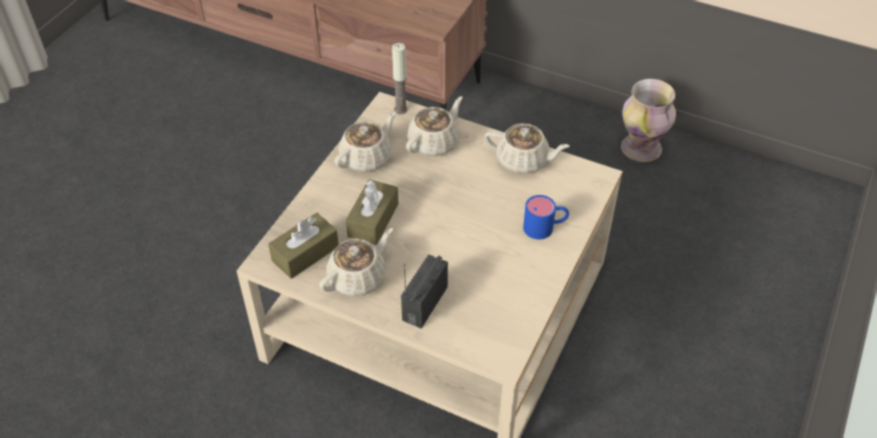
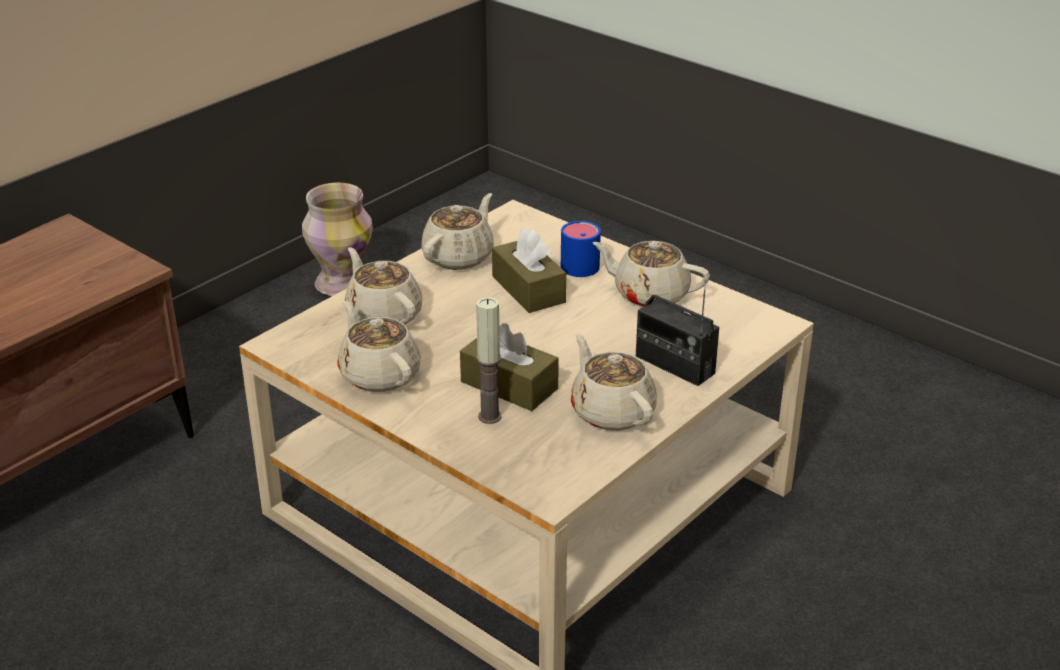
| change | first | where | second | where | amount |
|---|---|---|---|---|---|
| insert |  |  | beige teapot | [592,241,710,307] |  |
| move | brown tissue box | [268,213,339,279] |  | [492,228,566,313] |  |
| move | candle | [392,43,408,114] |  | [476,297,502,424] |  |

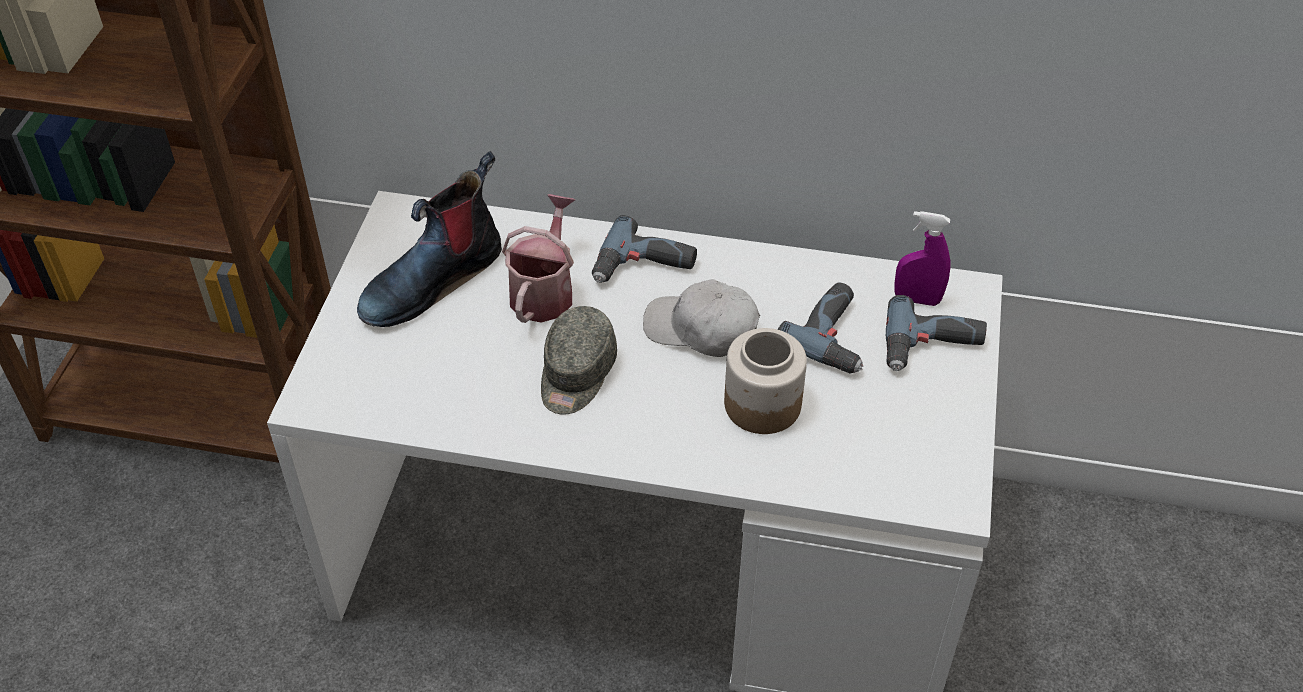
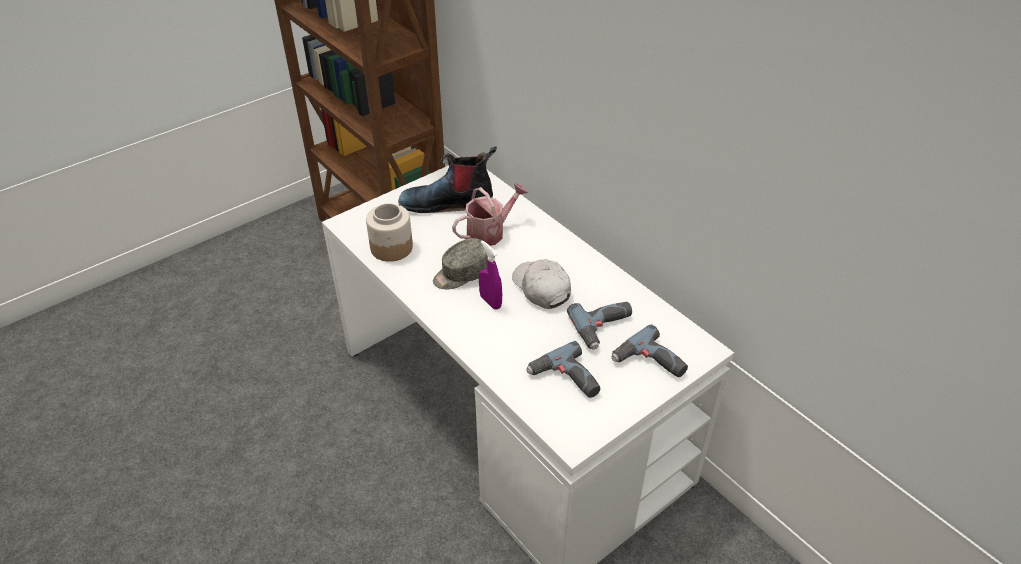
| change | first | where | second | where | amount |
|---|---|---|---|---|---|
| move | power drill | [592,215,697,283] |  | [526,341,600,398] |  |
| move | jar | [724,328,807,434] |  | [366,203,413,262] |  |
| move | purple spray bottle | [894,211,951,306] |  | [479,240,502,310] |  |

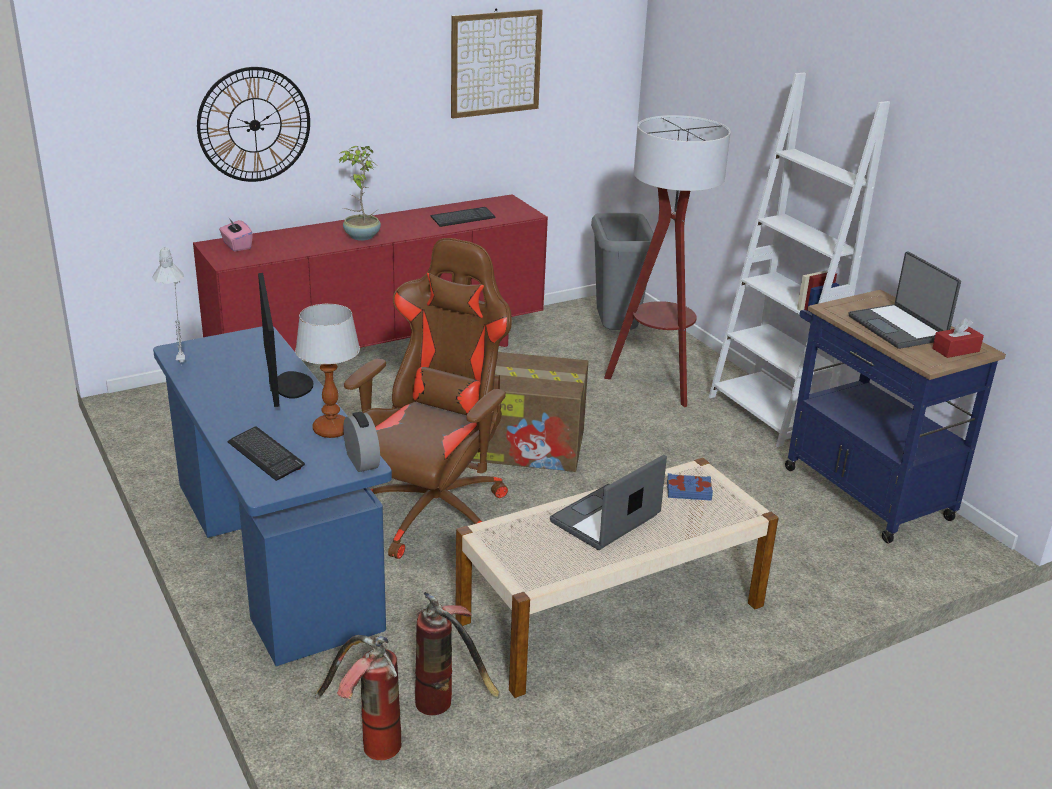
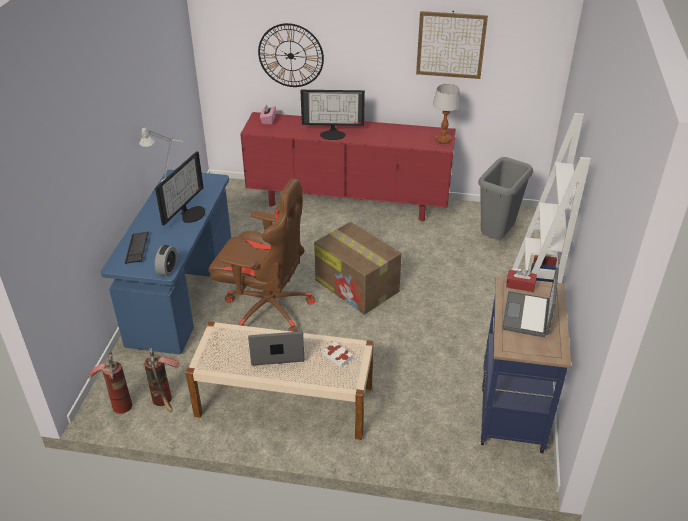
| change | first | where | second | where | amount |
|---|---|---|---|---|---|
| delete | keyboard | [431,207,496,227] |  |  |  |
| delete | floor lamp | [604,115,731,407] |  |  |  |
| move | table lamp | [295,304,360,438] |  | [433,84,461,144] |  |
| move | red tissue box | [932,318,984,358] |  | [506,268,537,292] |  |
| replace | potted plant | [339,146,381,241] | monitor | [301,90,365,140] |  |
| recolor | blue book | [667,473,713,501] | white book | [322,341,354,368] |  |
| rotate | brown office chair | [344,238,512,559] |  | [208,178,316,332] | 45 degrees clockwise |

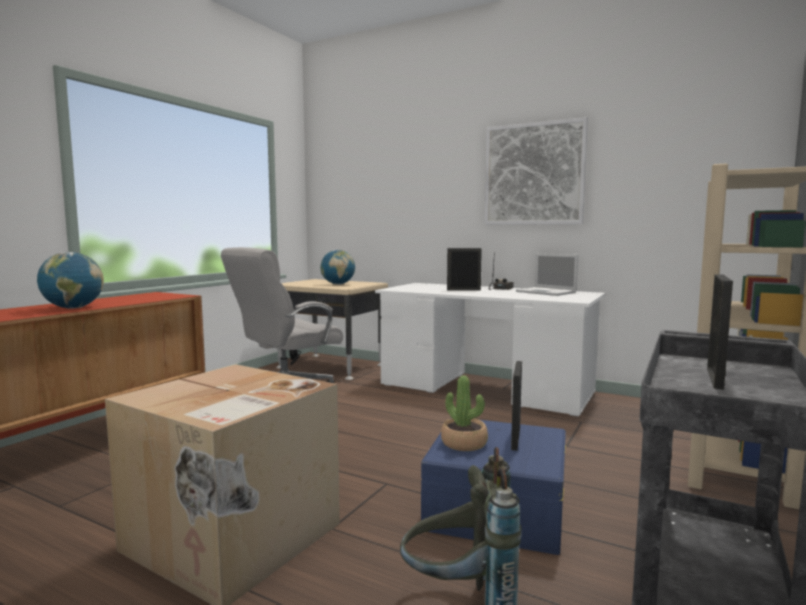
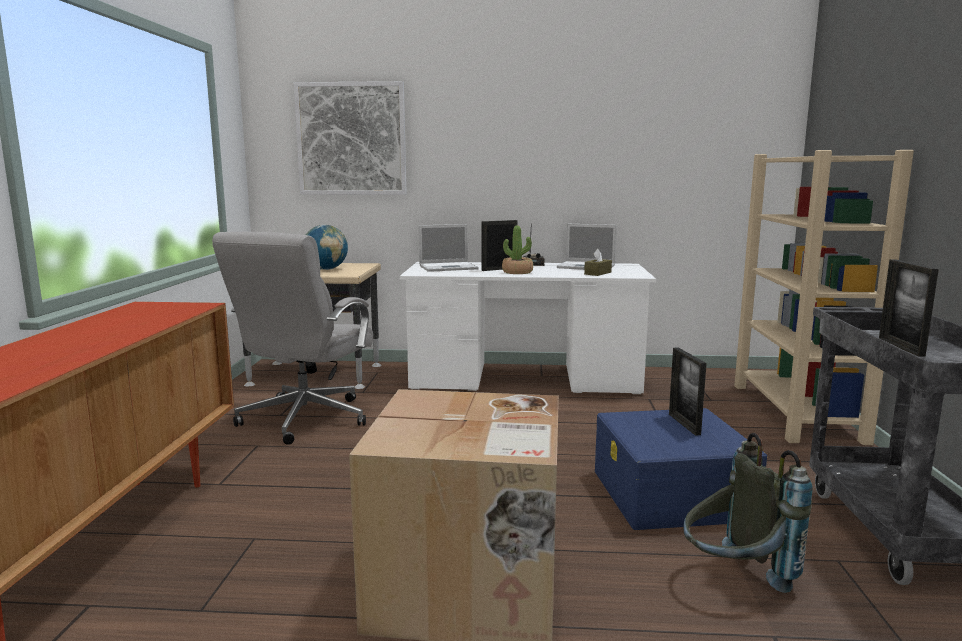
| change | first | where | second | where | amount |
|---|---|---|---|---|---|
| delete | globe | [37,252,104,309] |  |  |  |
| insert |  |  | laptop | [418,224,479,272] |  |
| insert |  |  | brown tissue box | [584,249,612,276] |  |
| move | potted plant | [441,375,488,451] |  | [502,226,533,274] |  |
| move | picture | [485,117,588,225] |  | [294,81,407,195] |  |

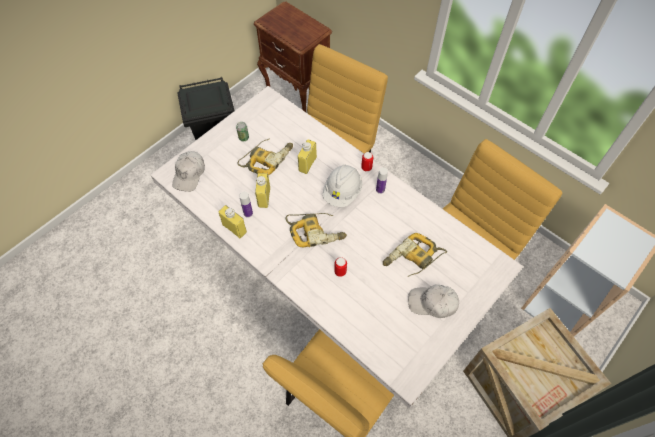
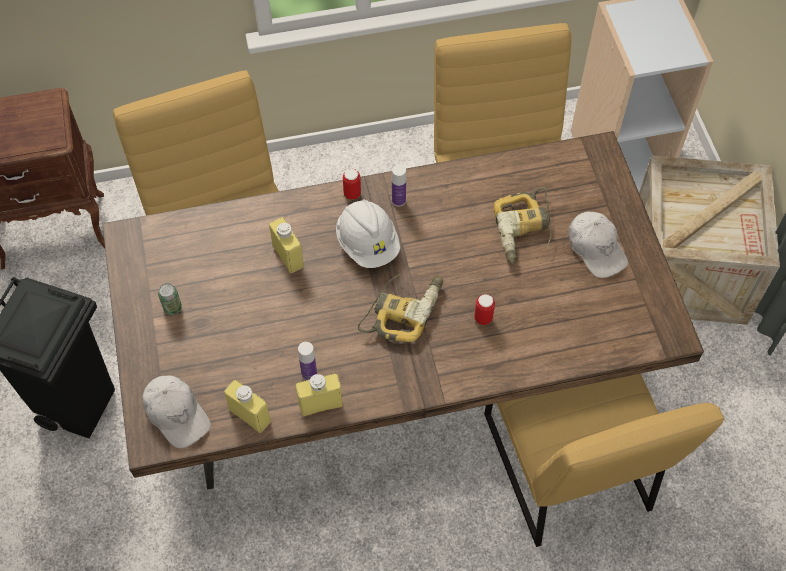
| change | first | where | second | where | amount |
|---|---|---|---|---|---|
| delete | power drill | [237,138,293,175] |  |  |  |
| move | yellow bottle | [255,173,270,208] |  | [224,380,271,433] |  |
| recolor | white dining table | [150,86,523,408] | brown dining table | [102,131,704,490] |  |
| rotate | white cap | [408,285,459,318] |  | [568,212,628,278] | 75 degrees counterclockwise |

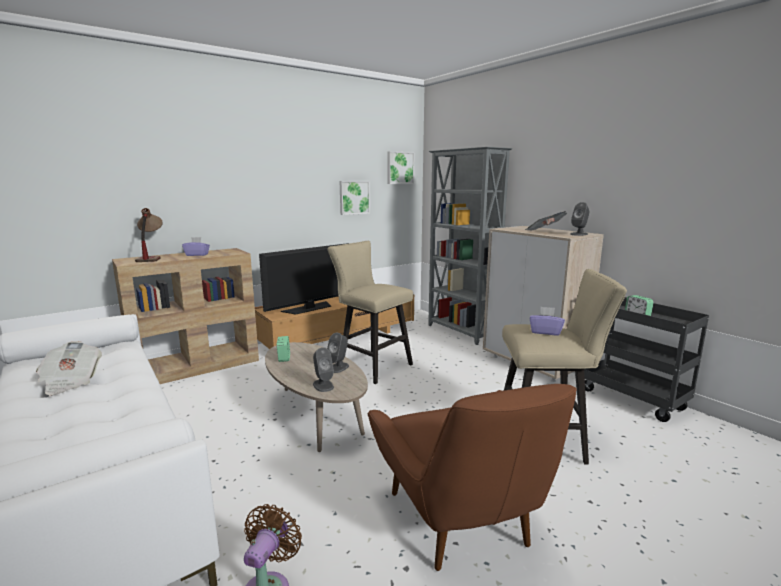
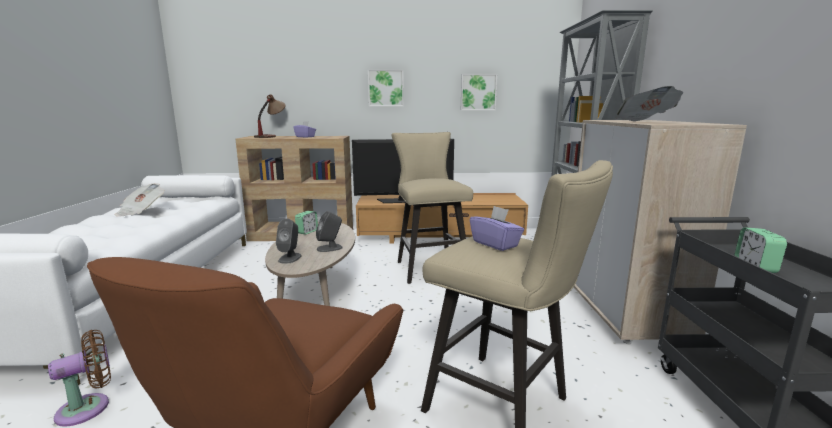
| change | first | where | second | where | amount |
|---|---|---|---|---|---|
| delete | grey speaker | [570,202,590,236] |  |  |  |
| move | picture | [388,151,415,184] |  | [368,69,404,106] |  |

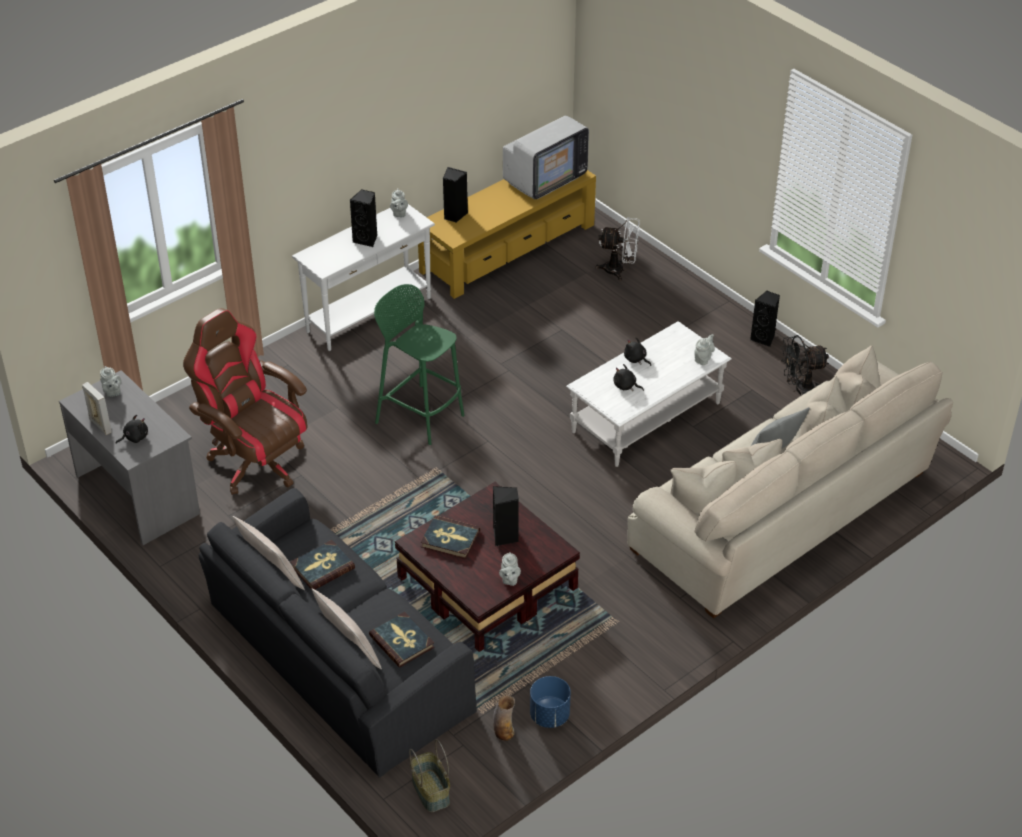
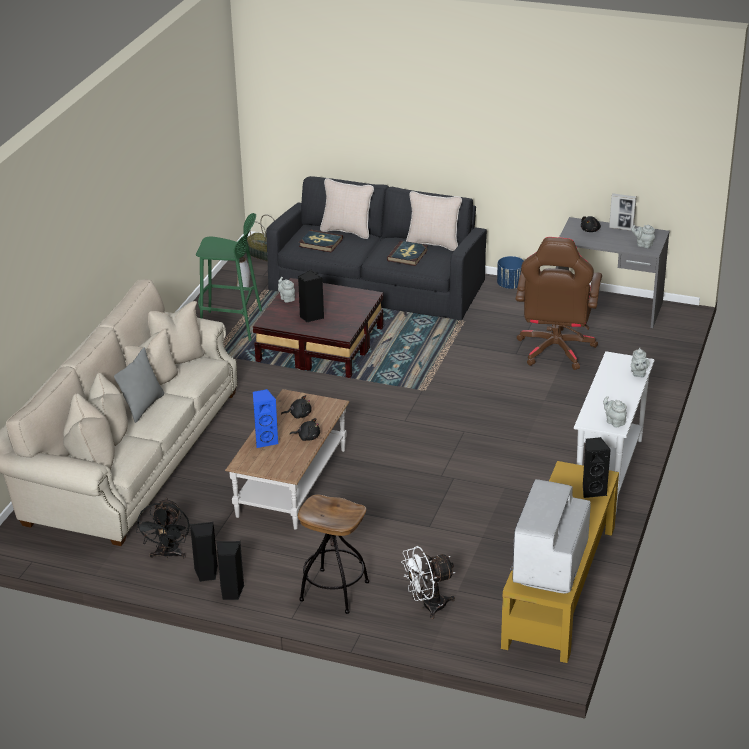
| change | first | where | second | where | amount |
|---|---|---|---|---|---|
| delete | book | [420,515,480,559] |  |  |  |
| insert |  |  | blue speaker | [253,389,279,448] |  |
| insert |  |  | brown stool | [298,495,369,614] |  |
| move | black speaker | [350,189,377,247] |  | [190,522,218,582] |  |
| move | green stool | [374,284,465,445] |  | [196,213,262,341] |  |
| move | blue planter | [530,676,571,728] |  | [497,256,524,289] |  |
| move | grey teapot | [694,334,715,365] |  | [631,348,650,377] |  |
| recolor | white coffee table | [566,321,732,467] | brown coffee table | [225,389,350,530] |  |
| rotate | brown office chair | [183,308,307,495] |  | [516,237,602,370] | 90 degrees clockwise |
| rotate | black fan | [781,335,829,396] |  | [136,498,190,559] | 135 degrees clockwise |

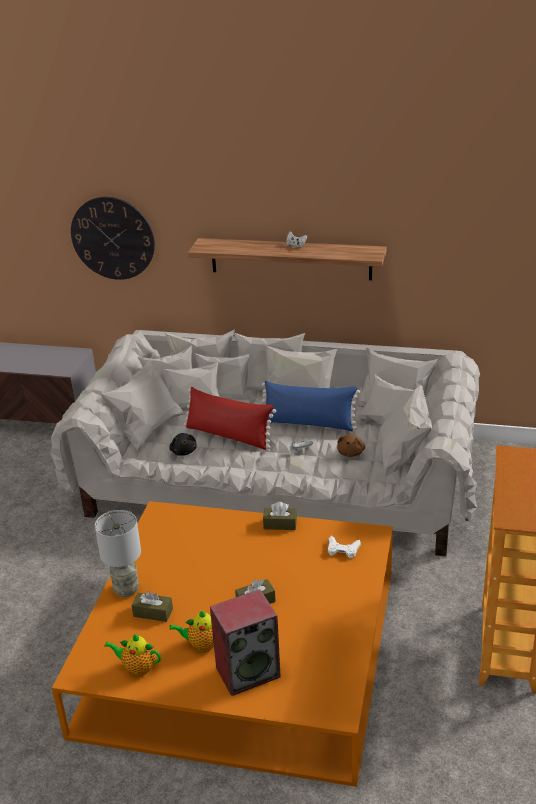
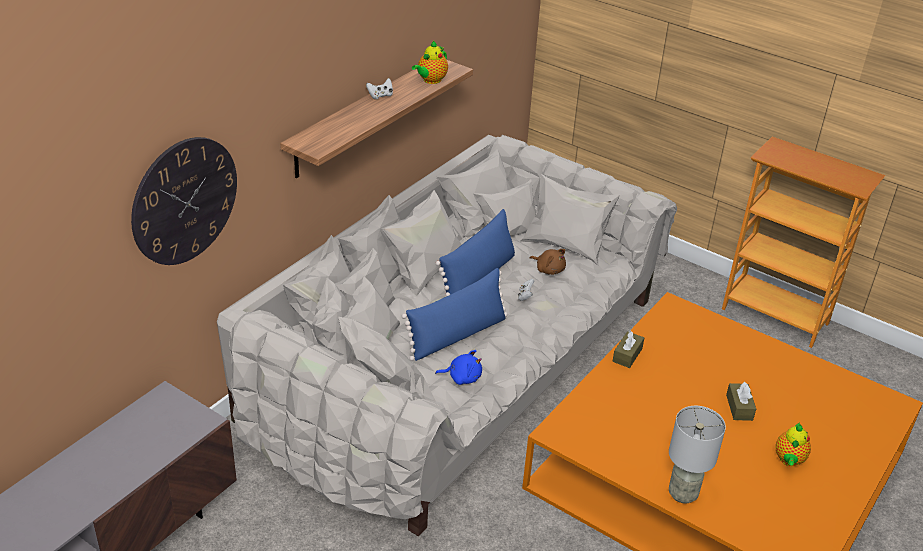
| change | first | where | second | where | amount |
|---|---|---|---|---|---|
| delete | brown tissue box | [132,591,173,622] |  |  |  |
| delete | speaker | [210,589,281,696] |  |  |  |
| delete | white game controller | [328,536,361,559] |  |  |  |
| move | teapot | [104,634,161,676] |  | [412,41,448,84] |  |
| recolor | black plush toy | [169,433,197,456] | blue plush toy | [435,350,482,385] |  |
| recolor | red pillow | [184,387,276,450] | blue pillow | [402,268,508,361] |  |

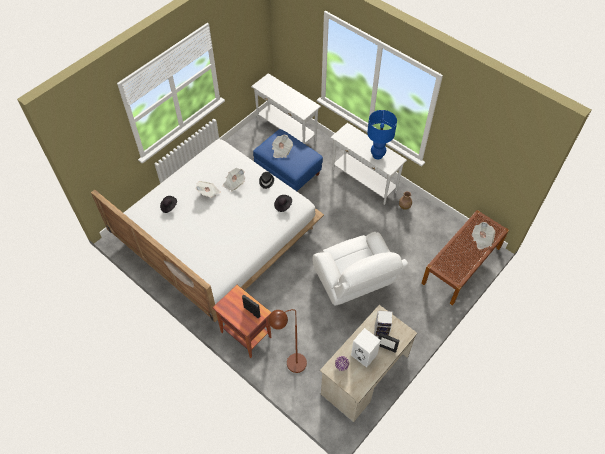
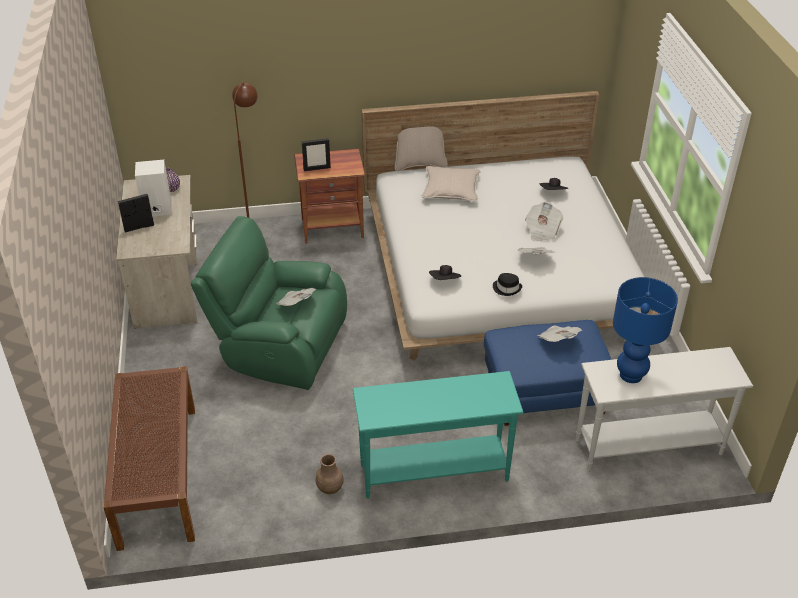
| change | first | where | second | where | amount |
|---|---|---|---|---|---|
| delete | speaker | [374,310,393,338] |  |  |  |
| insert |  |  | beige pillow | [422,166,480,201] |  |
| move | blue table lamp | [367,110,397,159] |  | [613,277,678,383] |  |
| move | newspaper | [472,222,495,250] |  | [276,288,316,306] |  |
| recolor | white armchair | [312,232,408,306] | green armchair | [191,216,347,390] |  |
| recolor | white console table | [331,123,407,205] | turquoise console table | [353,371,523,499] |  |

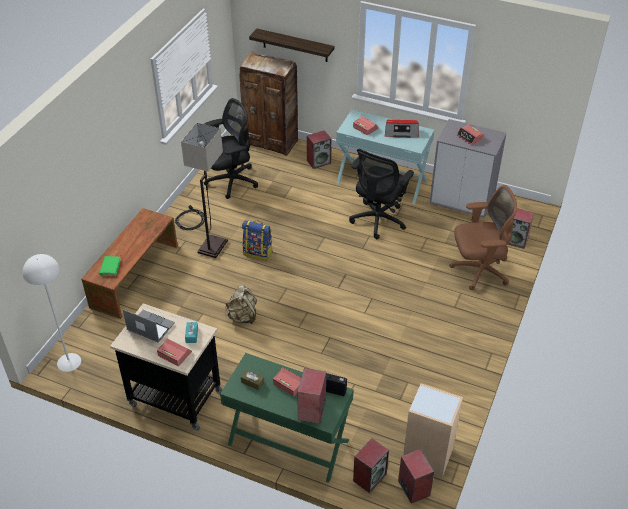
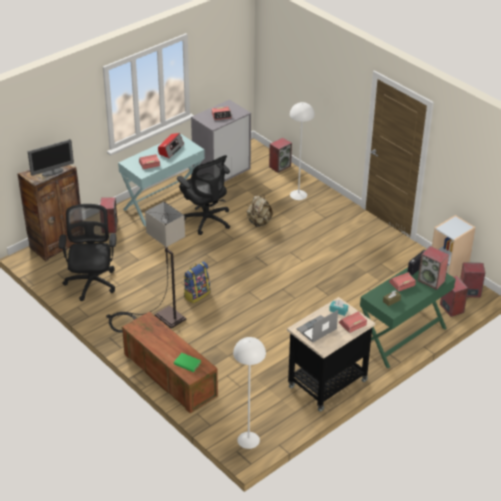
| change | first | where | second | where | amount |
|---|---|---|---|---|---|
| delete | shelf | [249,29,334,62] |  |  |  |
| insert |  |  | monitor | [28,139,74,176] |  |
| move | beige backpack | [225,285,257,324] |  | [247,194,273,227] |  |
| replace | brown office chair | [449,185,517,290] | white floor lamp | [290,102,315,200] |  |

